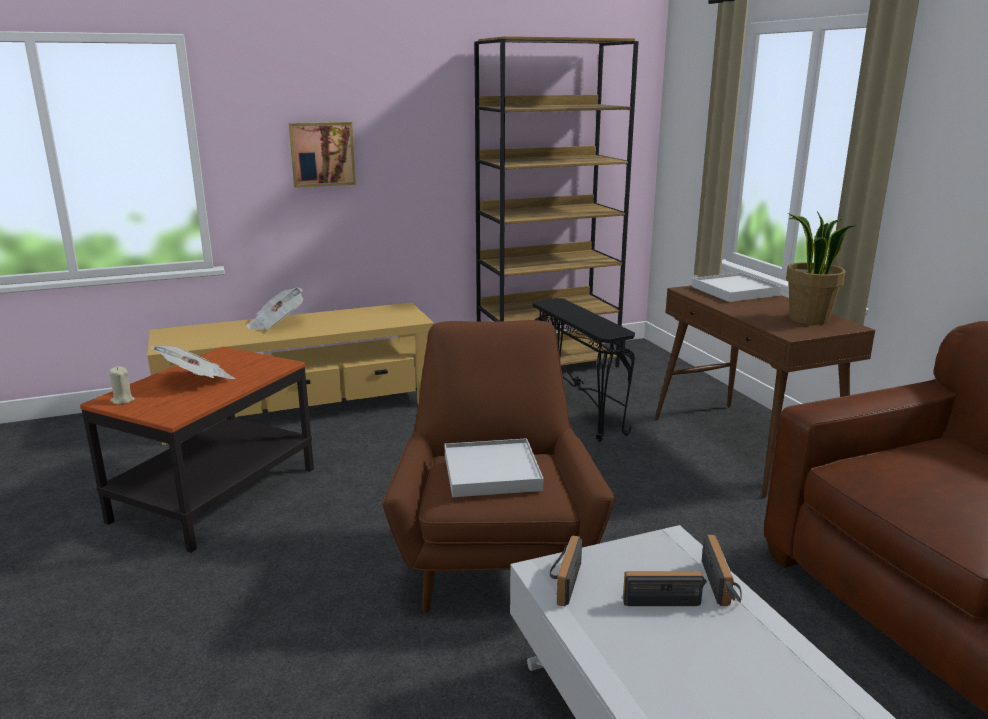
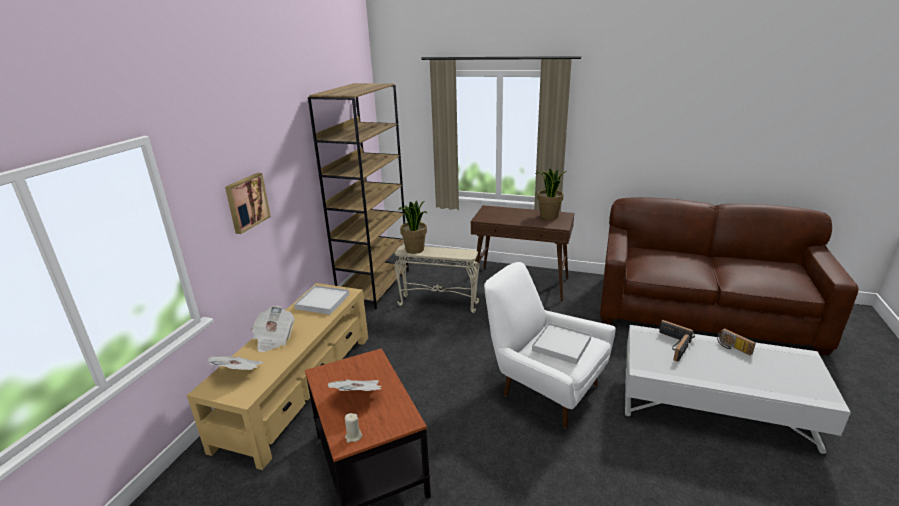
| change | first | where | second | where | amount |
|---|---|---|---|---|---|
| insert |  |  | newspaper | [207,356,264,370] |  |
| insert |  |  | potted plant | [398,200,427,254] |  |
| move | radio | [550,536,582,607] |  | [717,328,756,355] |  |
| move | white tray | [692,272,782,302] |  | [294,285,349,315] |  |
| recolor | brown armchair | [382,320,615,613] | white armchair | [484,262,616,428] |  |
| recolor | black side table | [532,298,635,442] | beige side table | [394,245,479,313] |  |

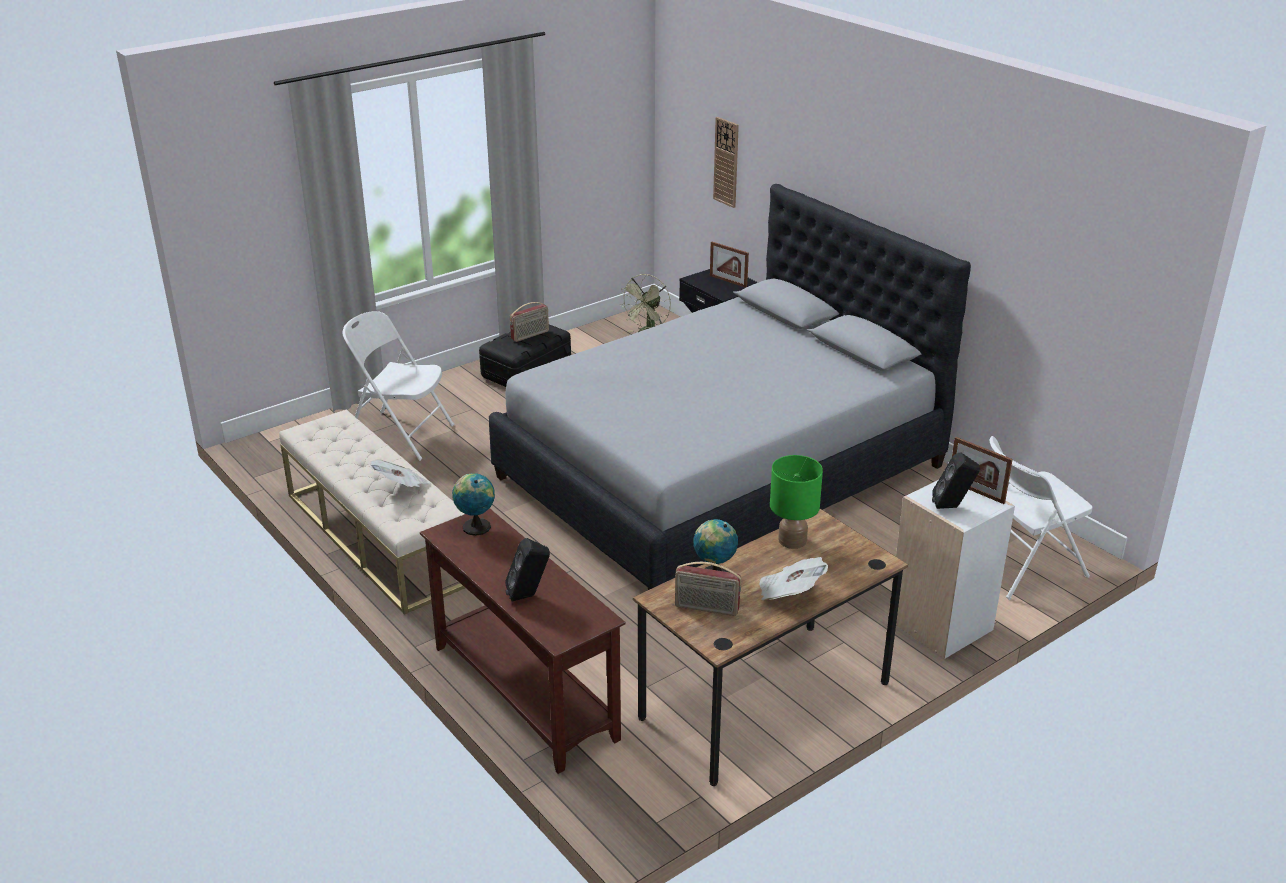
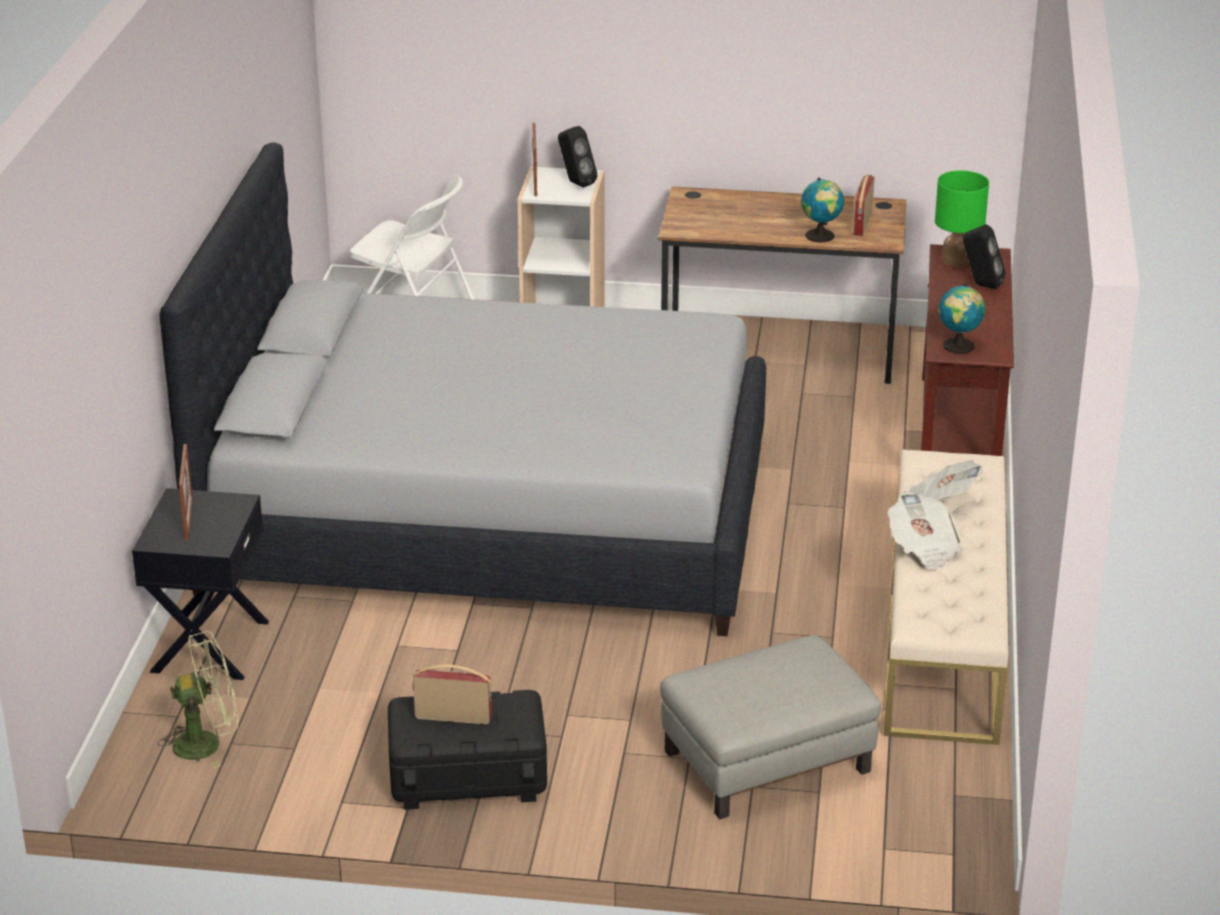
| change | first | where | second | where | amount |
|---|---|---|---|---|---|
| delete | wall clock | [713,117,739,208] |  |  |  |
| move | newspaper | [759,557,828,600] |  | [888,492,963,570] |  |
| move | green table lamp | [770,455,823,549] |  | [935,171,989,267] |  |
| replace | white chair | [343,311,454,461] | grey ottoman | [660,635,881,819] |  |
| rotate | radio | [675,562,741,616] |  | [852,174,874,236] | 135 degrees counterclockwise |

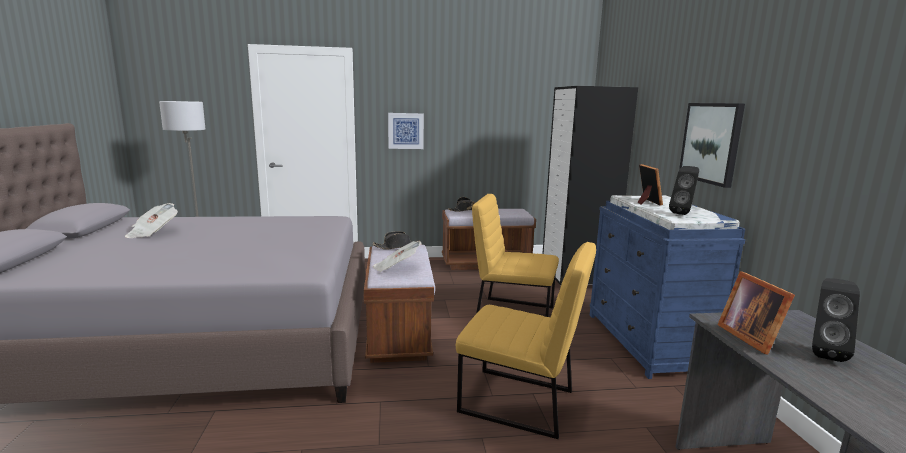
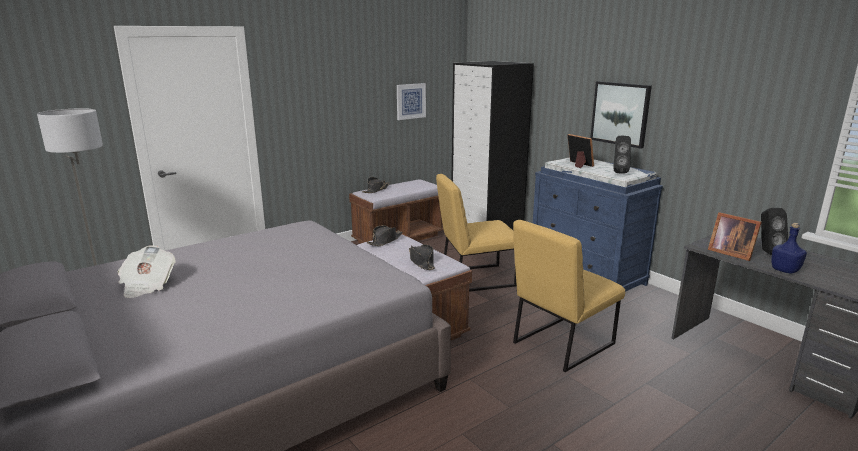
| change | first | where | second | where | amount |
|---|---|---|---|---|---|
| insert |  |  | blue bottle | [771,223,807,274] |  |
| move | picture | [388,113,424,149] |  | [397,83,426,120] |  |
| replace | newspaper | [373,241,422,272] | black hat | [409,244,435,270] |  |
| rotate | yellow chair | [456,242,596,439] |  | [513,220,625,372] | 150 degrees clockwise |

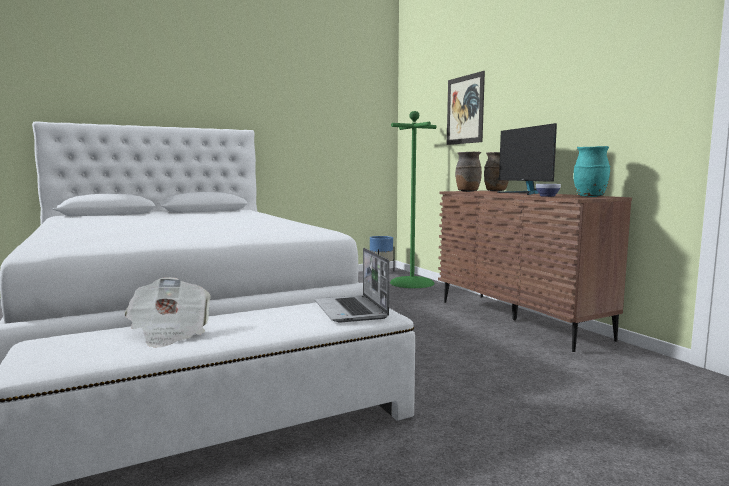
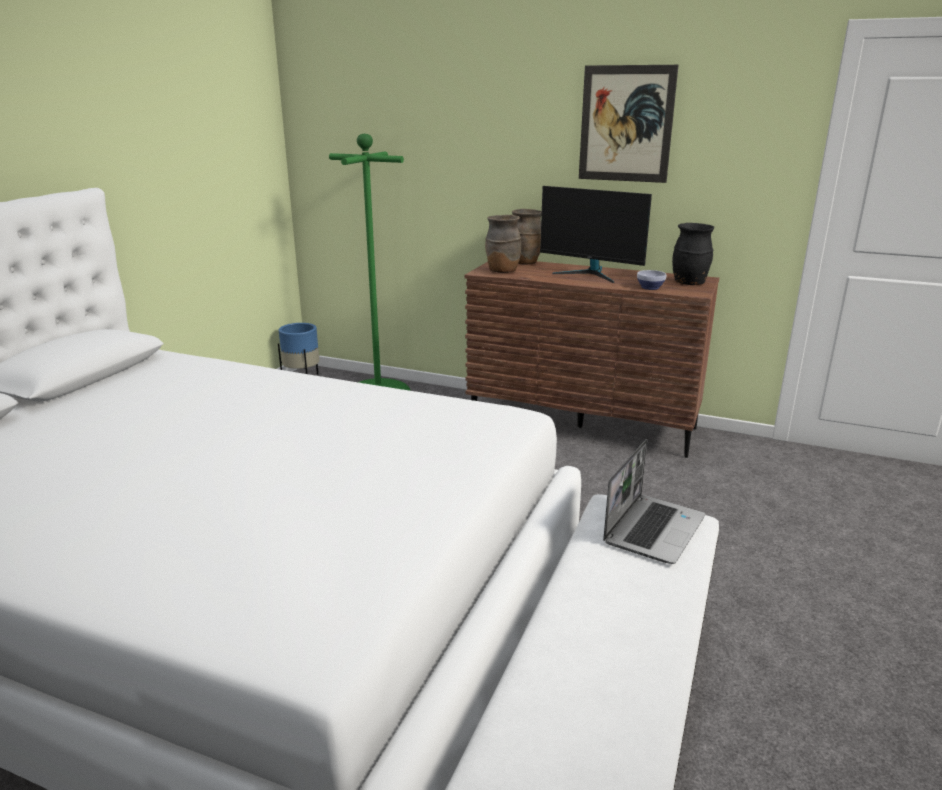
| change | first | where | second | where | amount |
|---|---|---|---|---|---|
| delete | newspaper | [125,277,211,348] |  |  |  |
| move | picture | [447,71,485,145] |  | [579,65,678,183] |  |
| recolor | turquoise vase | [573,146,611,197] | black vase | [672,223,714,285] |  |
| rotate | laptop | [315,248,389,323] |  | [603,439,705,564] | 90 degrees counterclockwise |

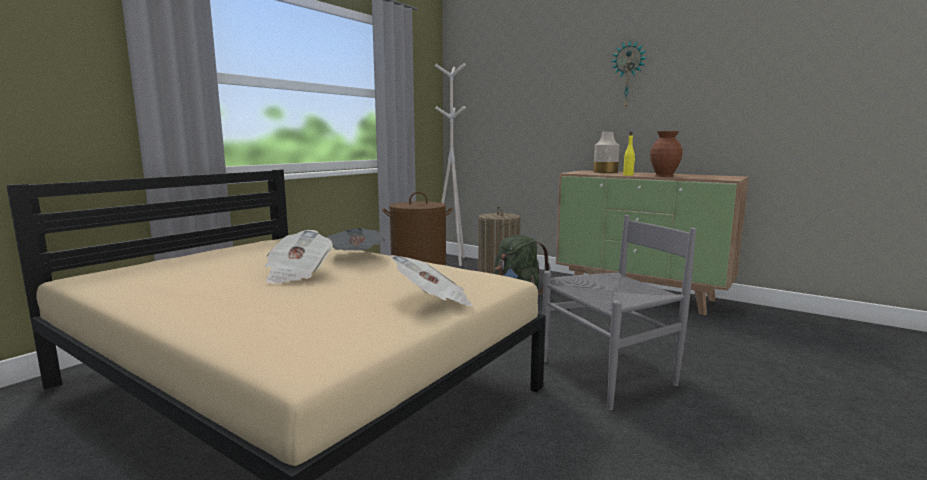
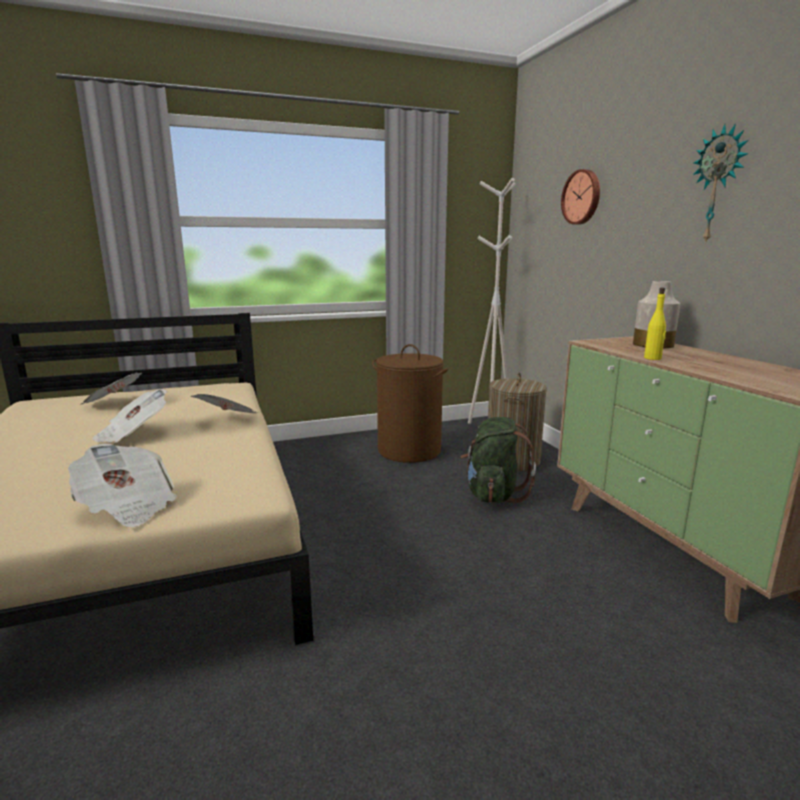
| change | first | where | second | where | amount |
|---|---|---|---|---|---|
| delete | grey chair | [542,215,696,411] |  |  |  |
| delete | brown vase | [650,131,683,177] |  |  |  |
| insert |  |  | newspaper | [81,372,142,404] |  |
| insert |  |  | wall clock | [561,169,600,225] |  |

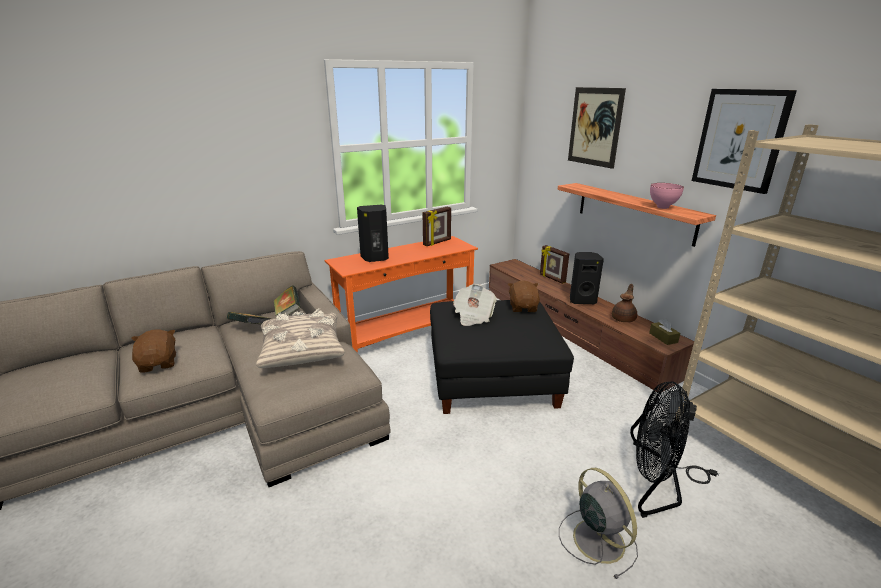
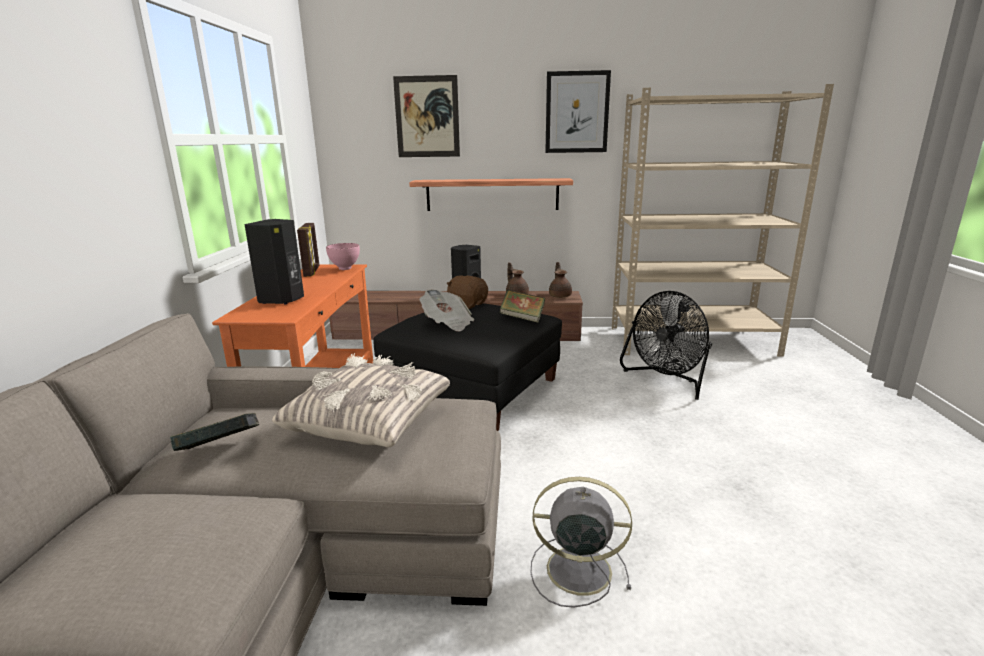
| change | first | where | second | where | amount |
|---|---|---|---|---|---|
| delete | brown plush toy | [131,329,176,373] |  |  |  |
| delete | picture frame | [540,245,569,284] |  |  |  |
| move | book | [274,285,300,316] |  | [500,290,545,323] |  |
| move | grey fan | [559,468,638,579] |  | [531,477,632,608] |  |
| move | pink bowl | [650,183,684,209] |  | [326,243,360,270] |  |
| replace | brown tissue box | [649,319,680,345] | brown teapot | [549,262,572,298] |  |

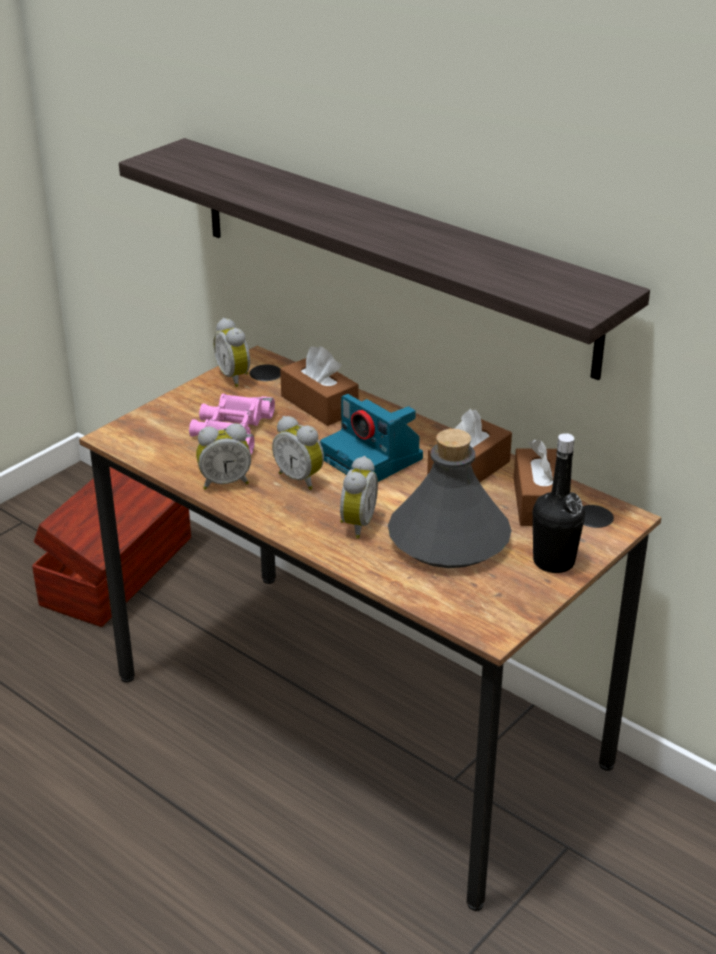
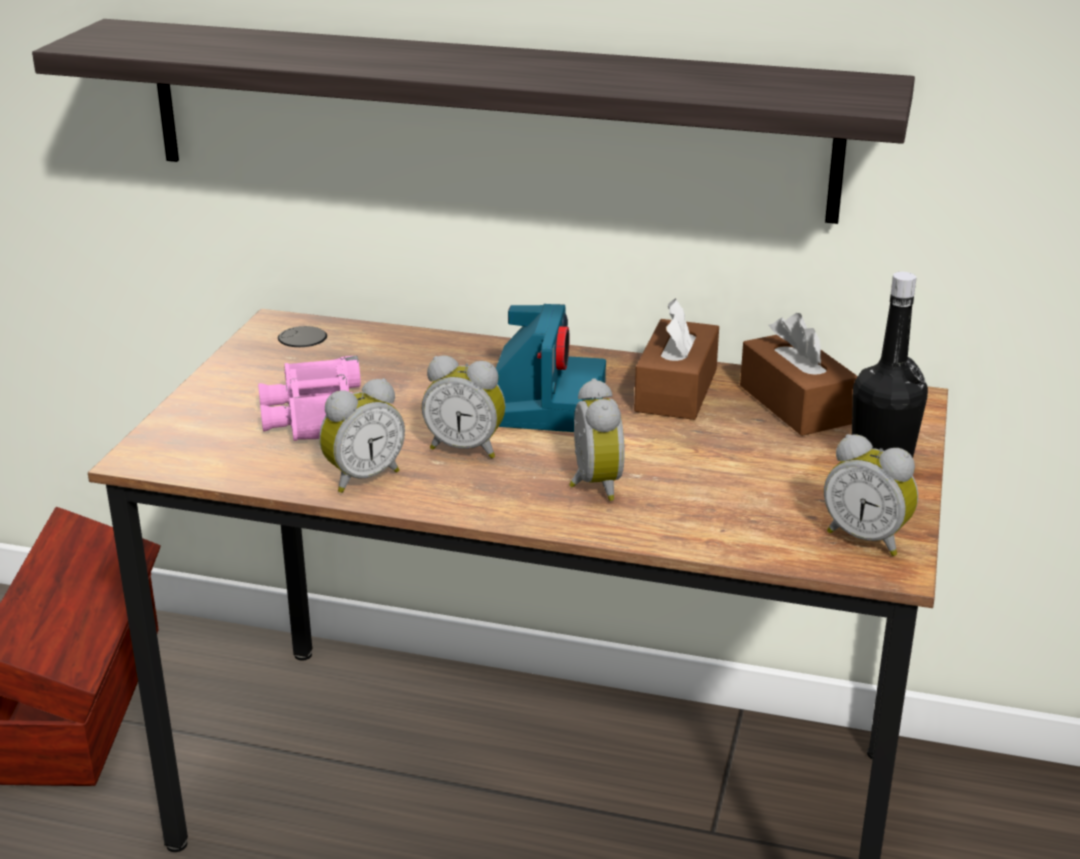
| change | first | where | second | where | amount |
|---|---|---|---|---|---|
| delete | brown tissue box | [280,346,359,426] |  |  |  |
| delete | grey bottle | [388,429,512,568] |  |  |  |
| move | alarm clock | [213,318,250,387] |  | [824,434,918,556] |  |
| rotate | photo camera | [320,394,423,482] |  | [496,304,606,432] | 105 degrees counterclockwise |

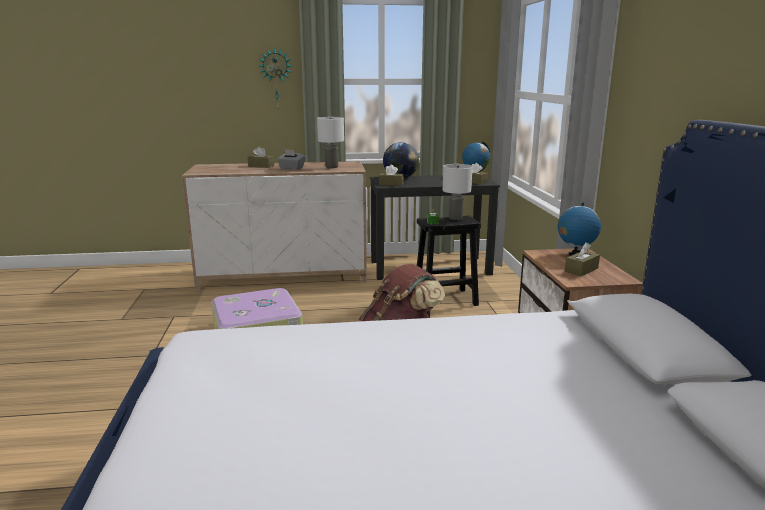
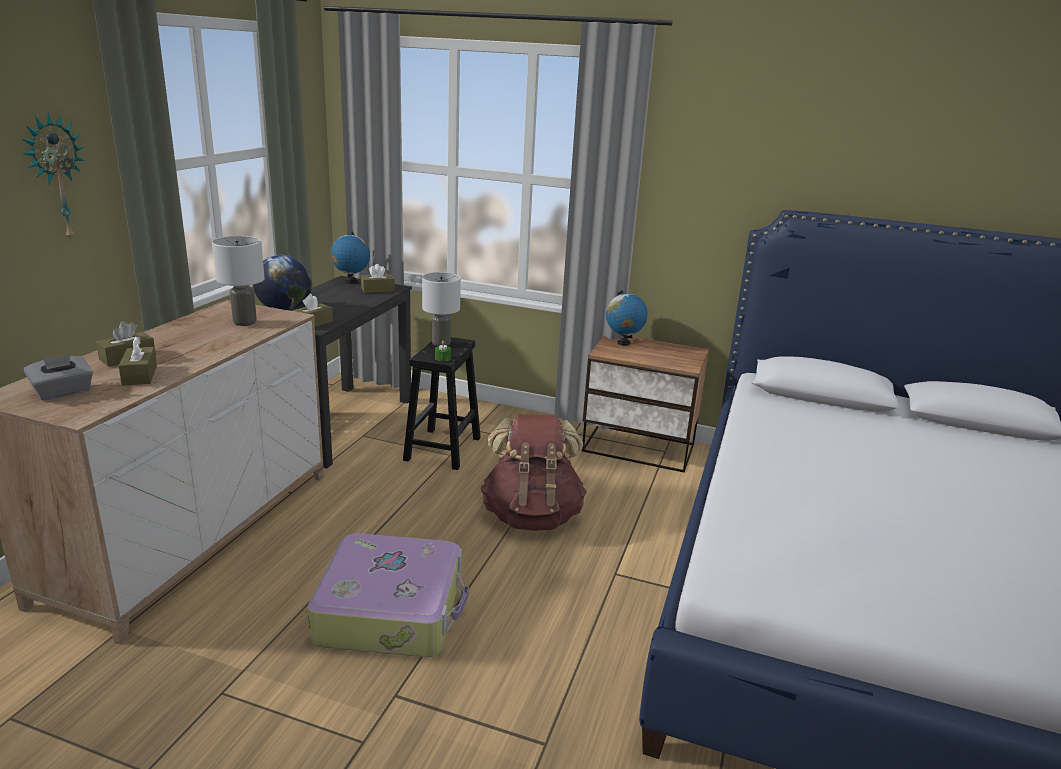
| change | first | where | second | where | amount |
|---|---|---|---|---|---|
| move | grey tissue box | [277,149,305,170] |  | [24,354,93,401] |  |
| move | brown tissue box | [565,242,600,276] |  | [118,336,157,386] |  |

